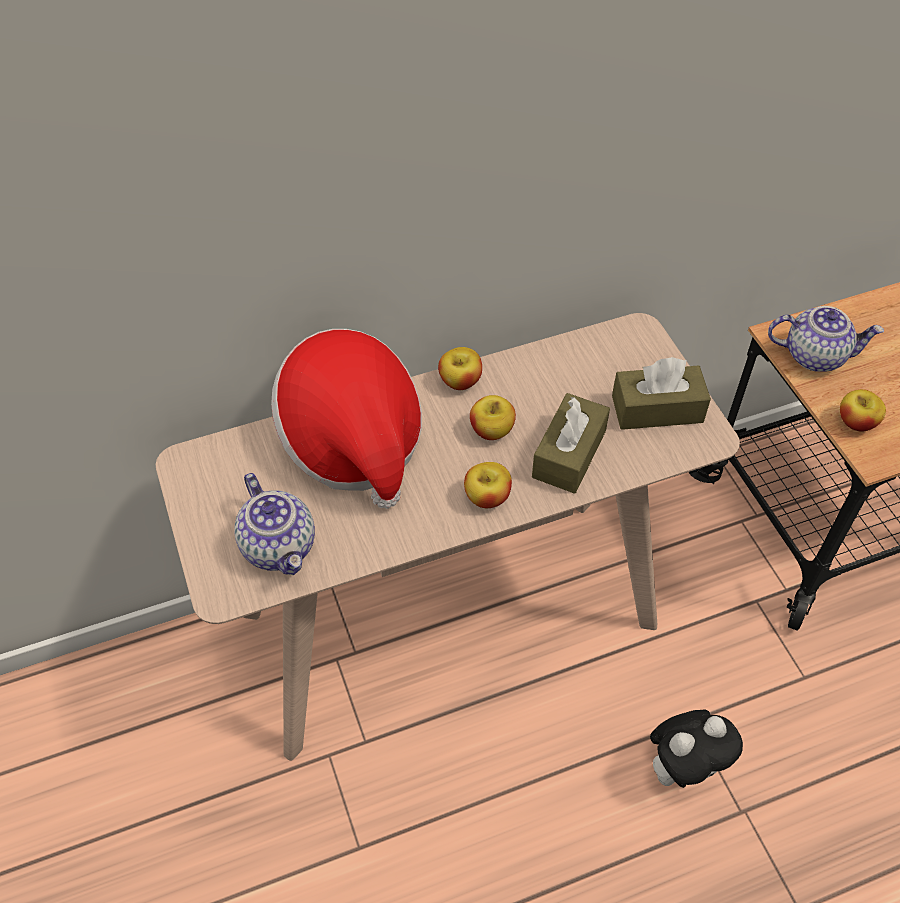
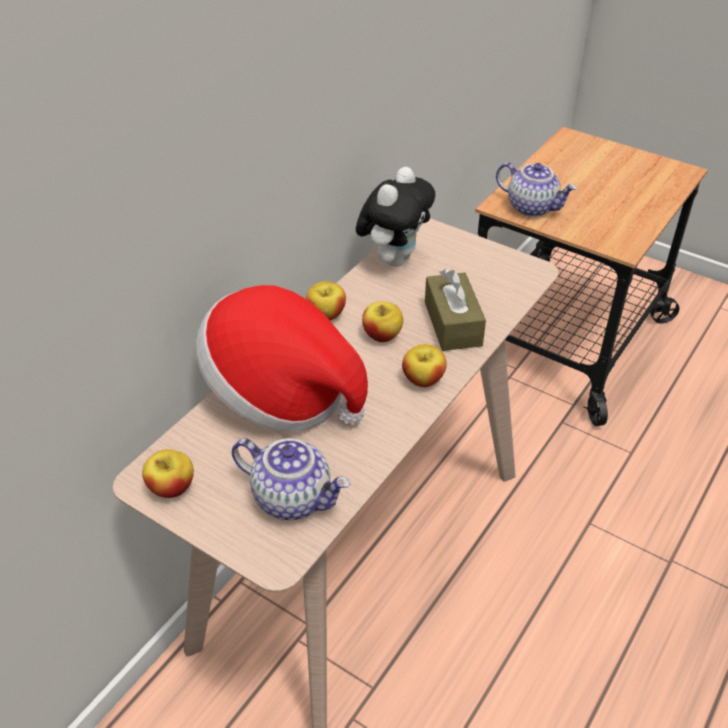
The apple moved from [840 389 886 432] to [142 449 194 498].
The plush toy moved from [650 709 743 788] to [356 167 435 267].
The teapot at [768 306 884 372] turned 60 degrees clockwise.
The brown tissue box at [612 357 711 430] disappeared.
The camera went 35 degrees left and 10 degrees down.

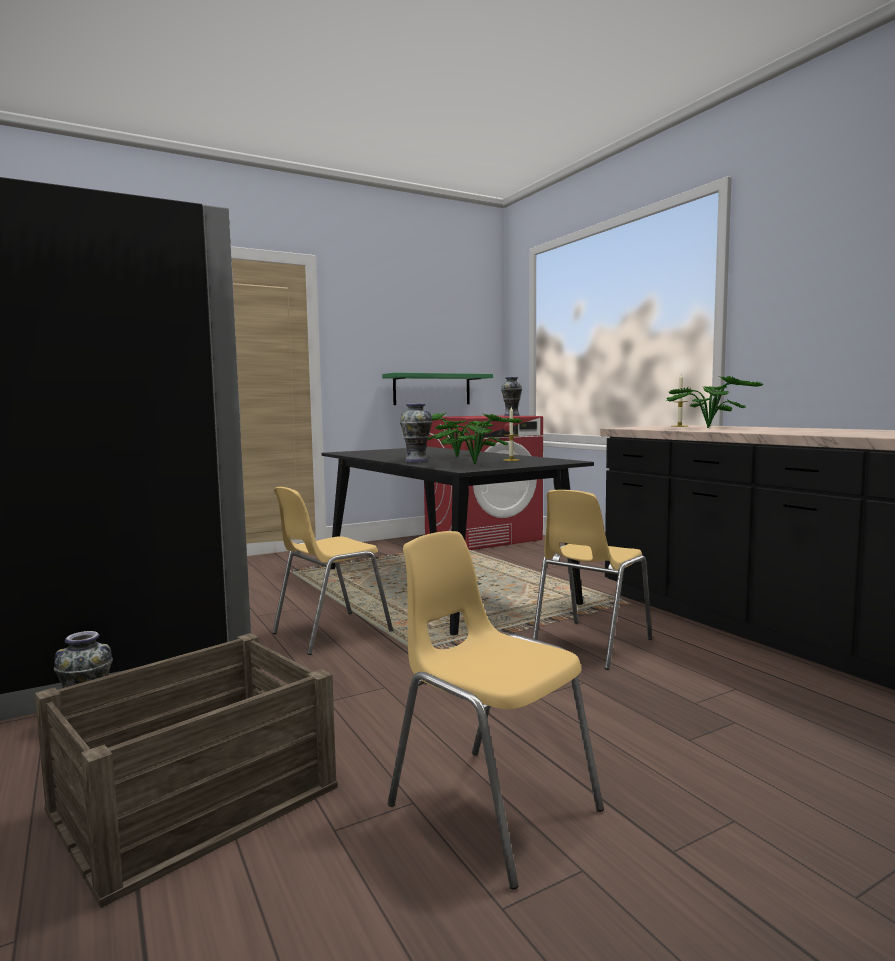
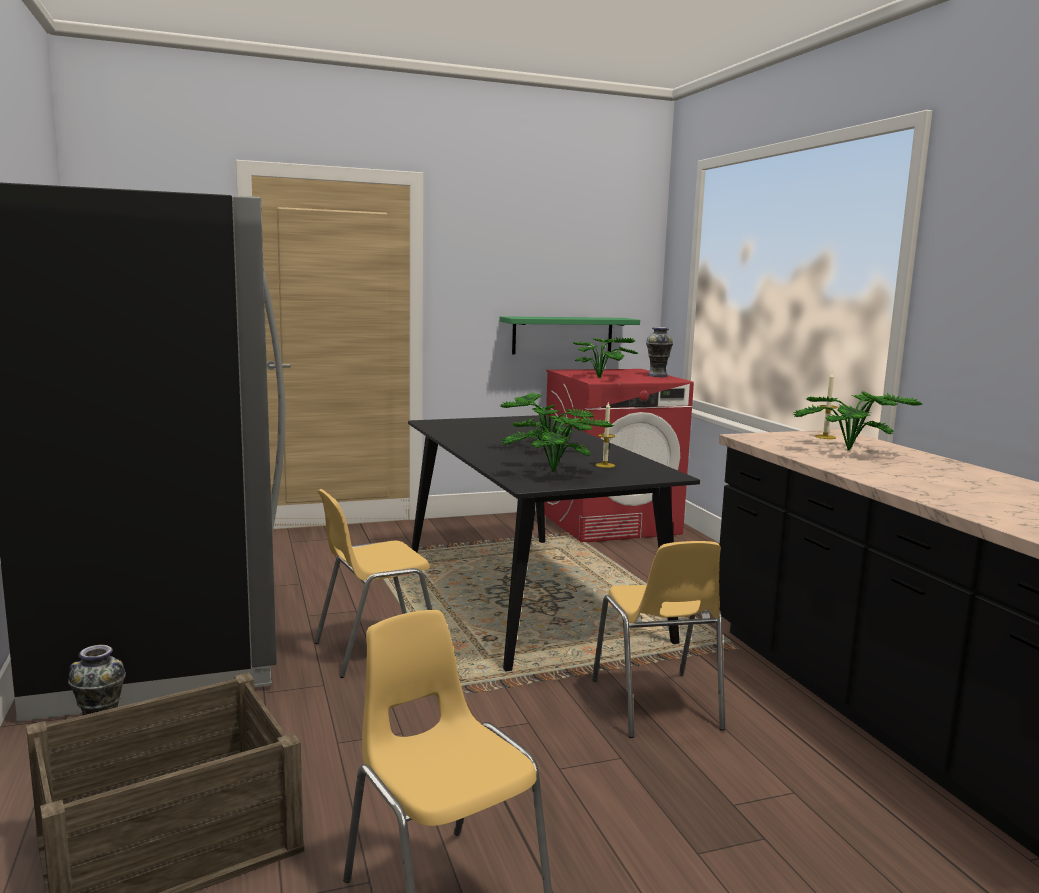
The potted plant at [573 337 638 378] appeared.
The yellow chair at [532 490 652 670] turned 60 degrees counterclockwise.
The vase at [400 403 433 462] disappeared.
The camera went 10 degrees right and 5 degrees up.

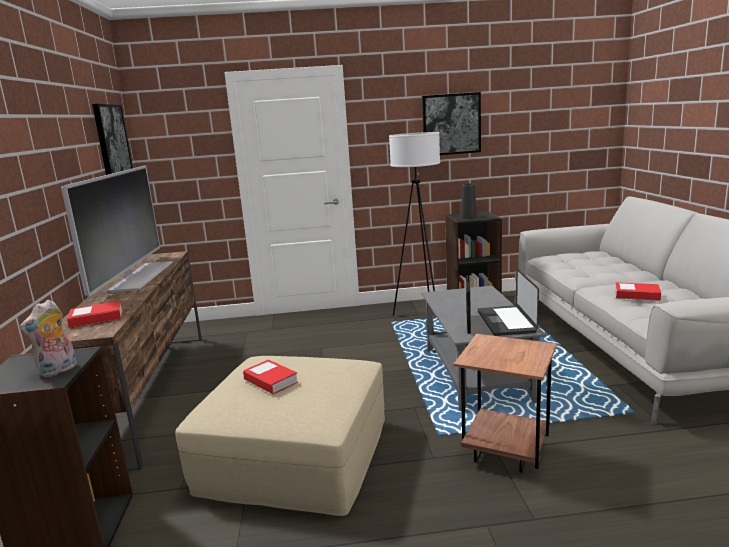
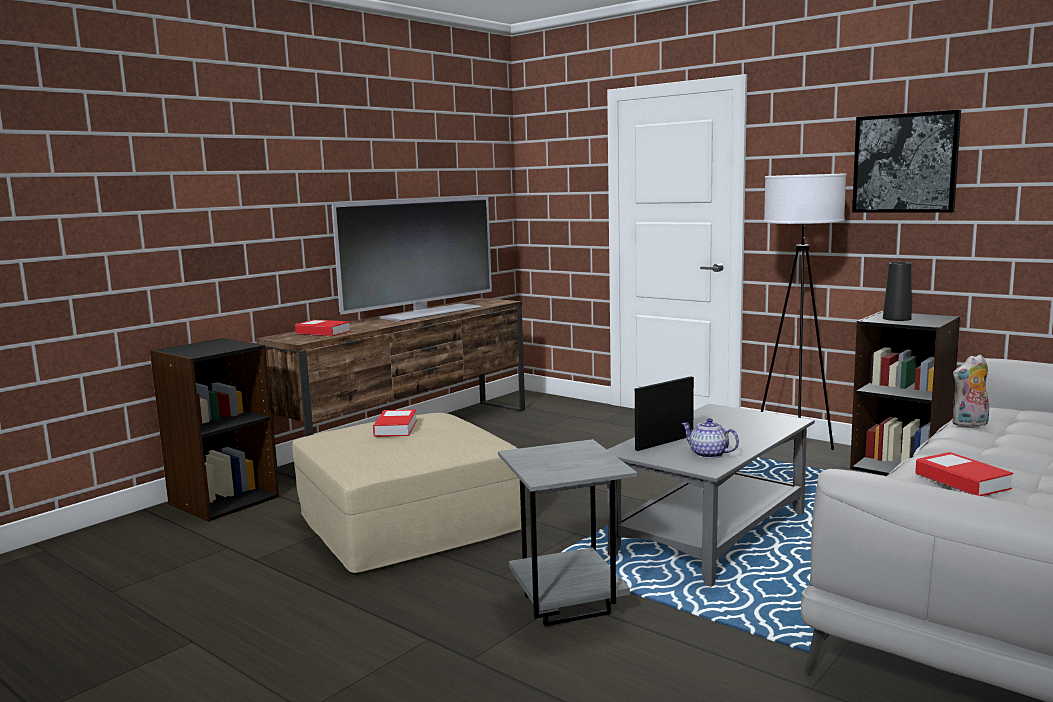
The brown side table at [454 334 557 473] became the grey side table at [498 439 637 627].
The laptop at [478 269 539 336] was replaced by the teapot at [681 418 739 459].
The plush toy moved from [20 300 77 378] to [952 354 989 427].
The picture at [92 104 133 175] disappeared.
The camera went 45 degrees right and 5 degrees down.

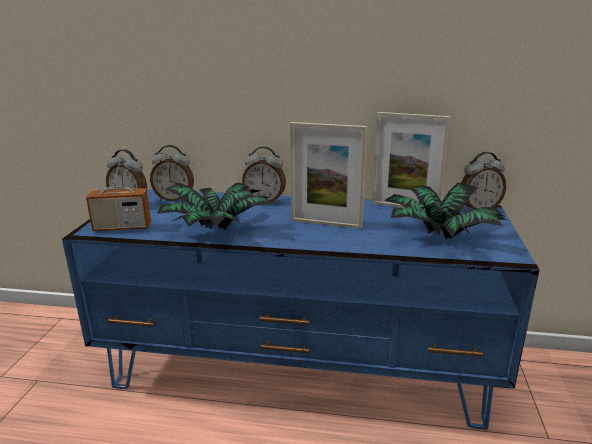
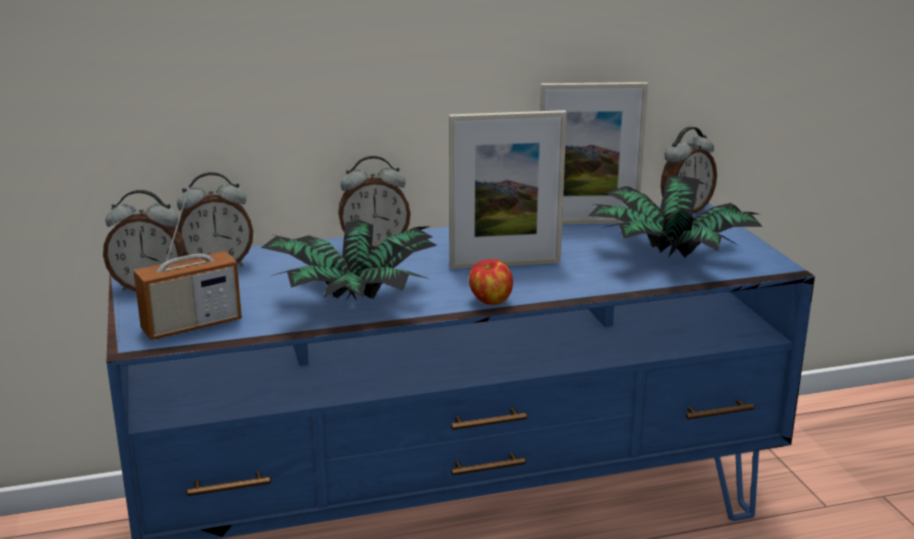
The apple at [469 259 513 305] appeared.
The camera went 25 degrees left and 0 degrees up.

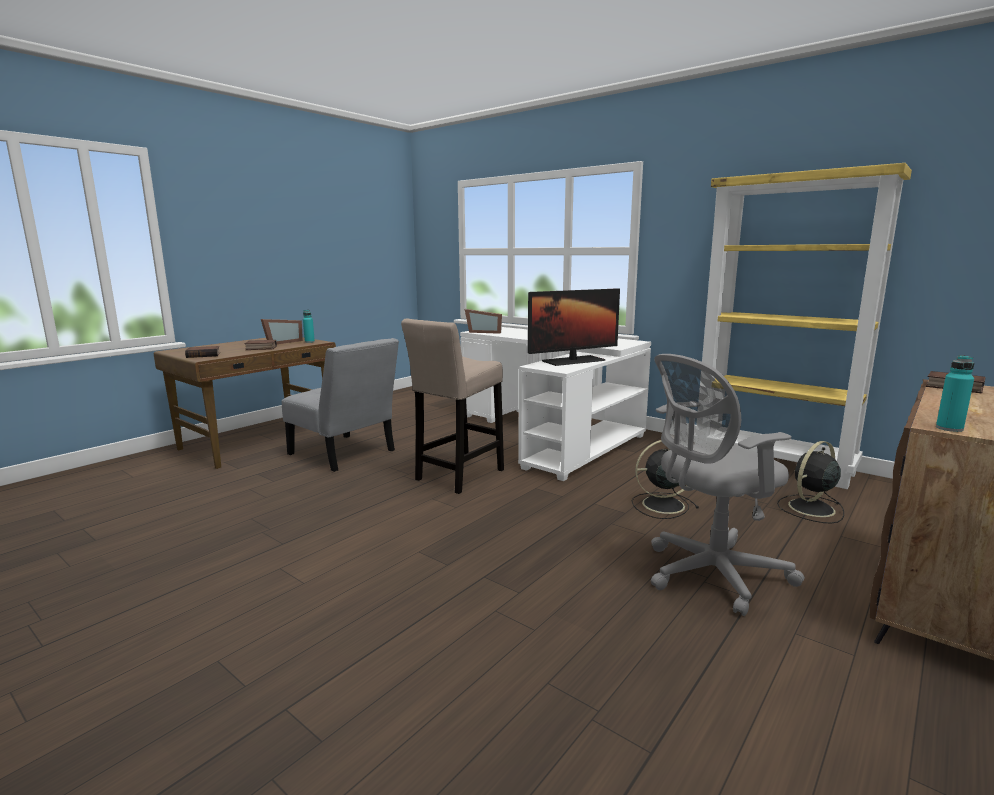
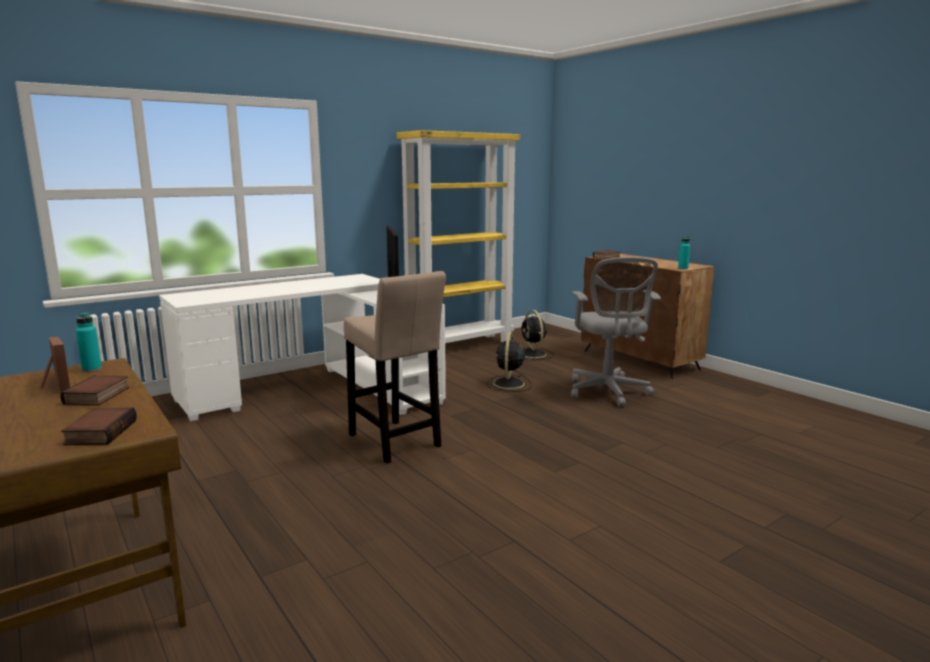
The grey chair at [282 338 399 472] disappeared.
The picture frame at [465 309 502 334] disappeared.
The camera went 75 degrees left and 0 degrees up.

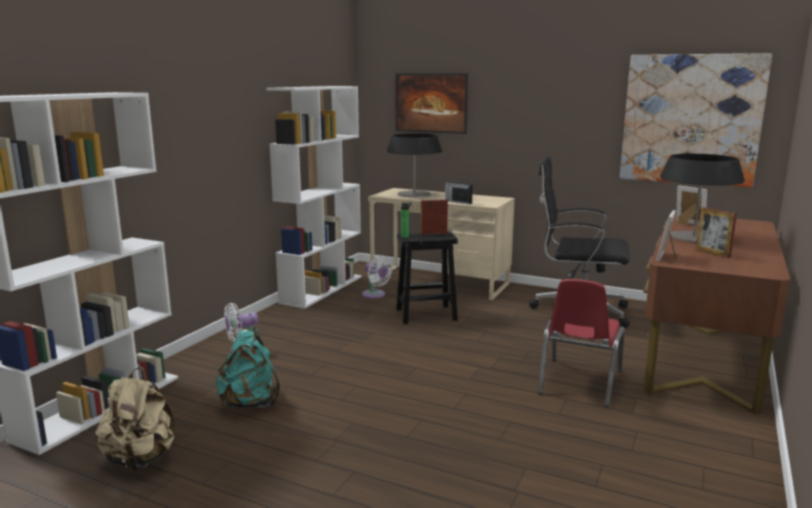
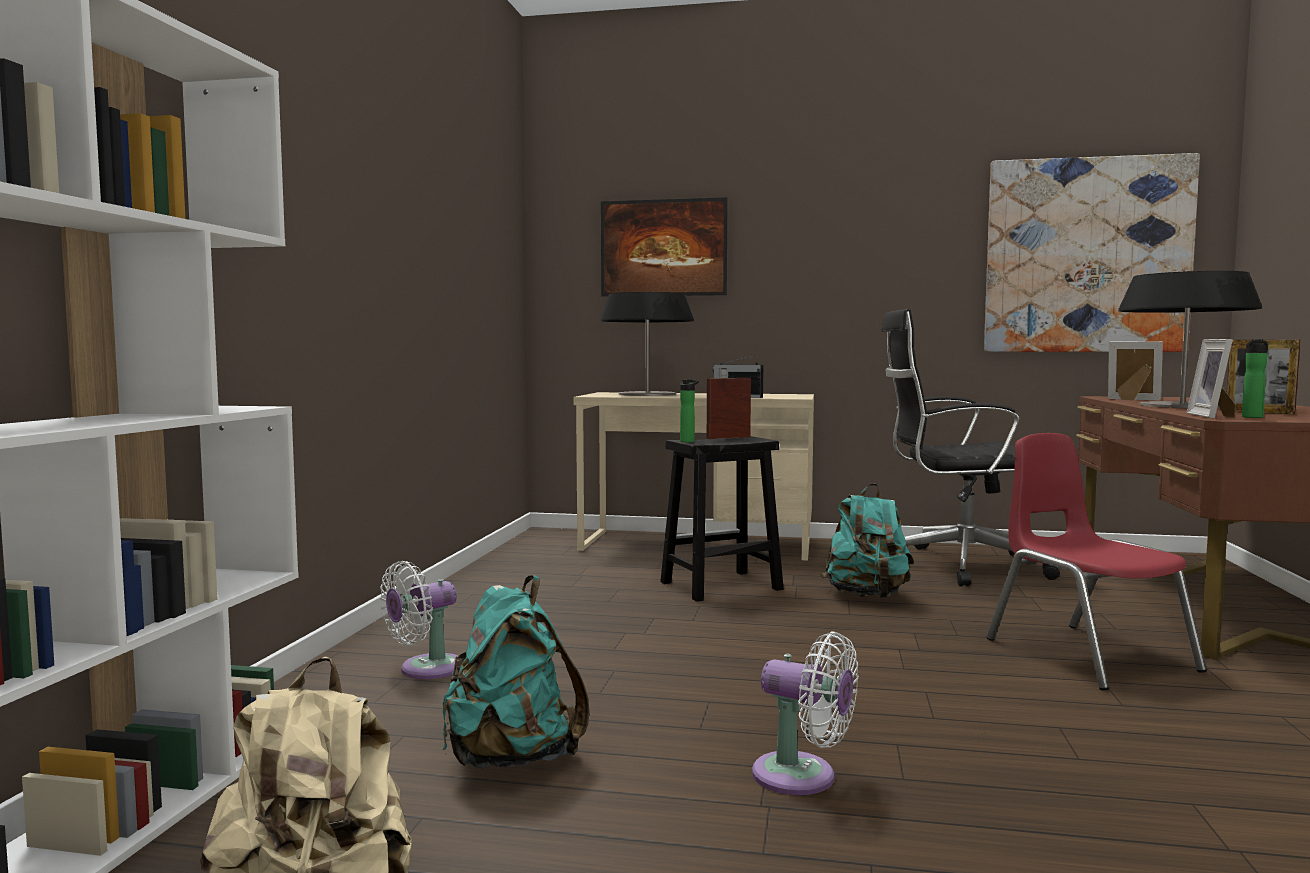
The white fan moved from [362 255 393 299] to [752 631 858 795].
The turquoise backpack at [820 483 914 598] appeared.
The red chair at [538 279 625 407] turned 150 degrees clockwise.
The bottle at [1242 339 1268 418] appeared.
The white bookcase at [266 86 362 309] disappeared.
The camera went 15 degrees left and 10 degrees down.

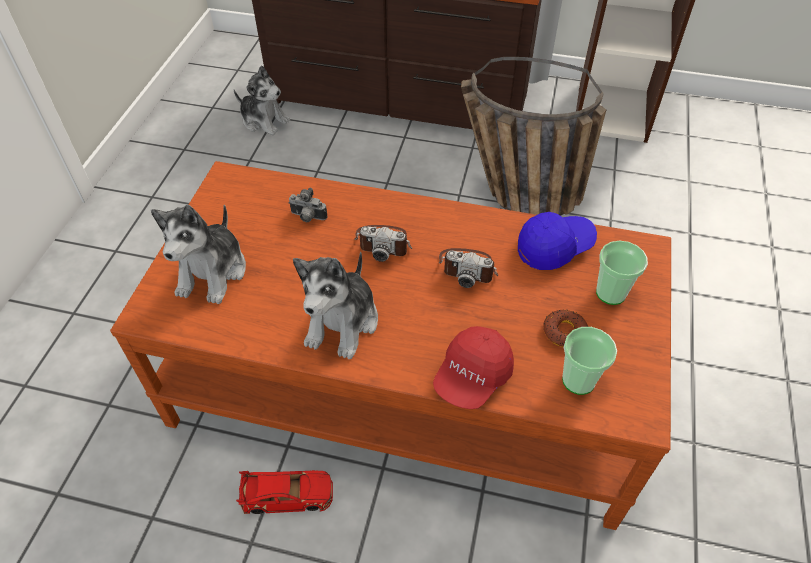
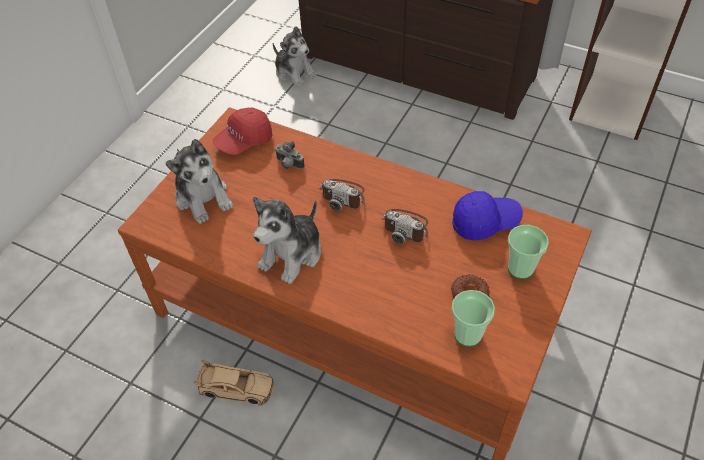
The plush toy at [151 205 246 304] turned 60 degrees counterclockwise.
The red toy car at [236 470 333 514] became the beige toy car at [194 360 274 406].
The red cap moved from [433 326 514 409] to [213 108 272 155].
The basket at [461 57 606 216] disappeared.
The camera went 15 degrees right and 0 degrees up.

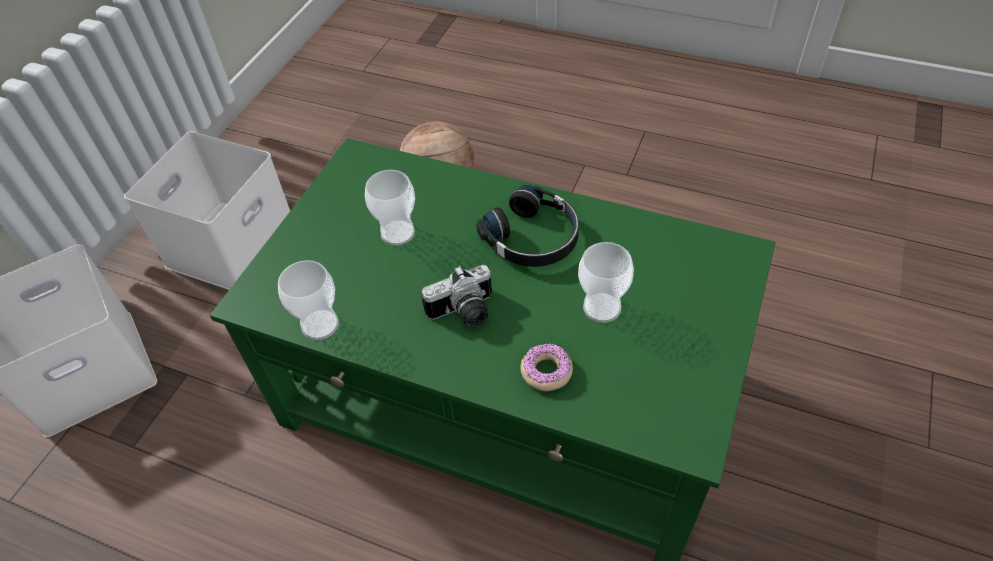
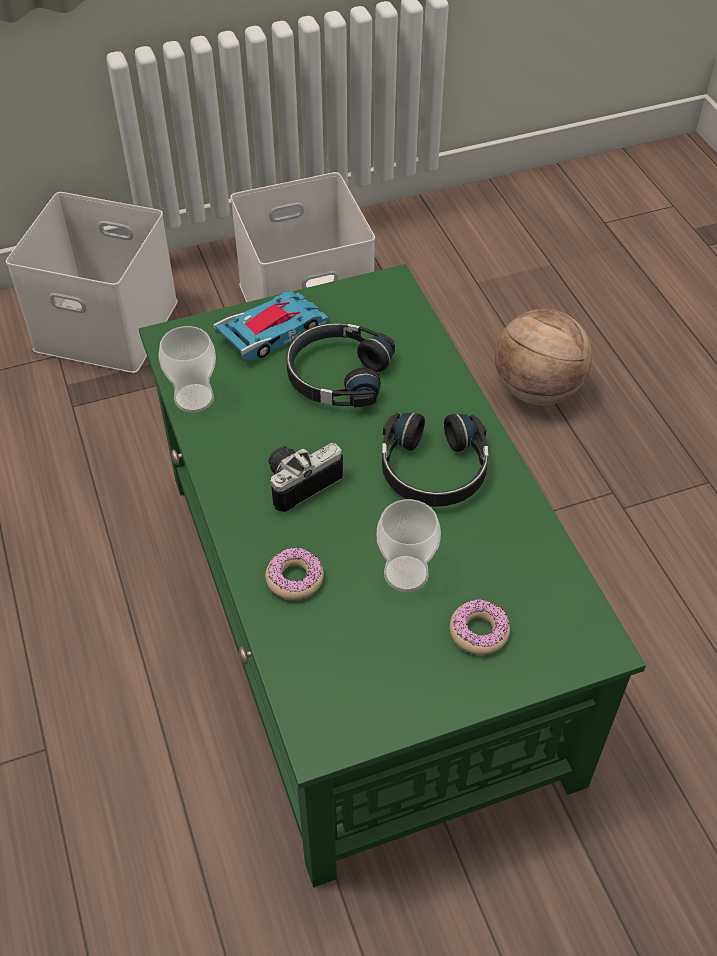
The toy car at [213 291 329 360] appeared.
The photo camera at [421 265 492 327] turned 120 degrees clockwise.
The cup at [365 170 415 245] was replaced by the black headphones at [286 323 395 407].
The donut at [450 599 510 655] appeared.
The camera went 45 degrees right and 0 degrees up.

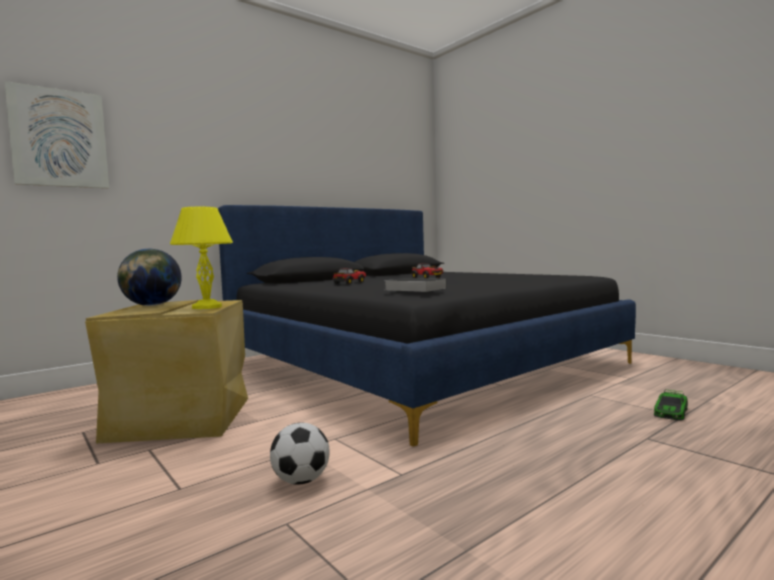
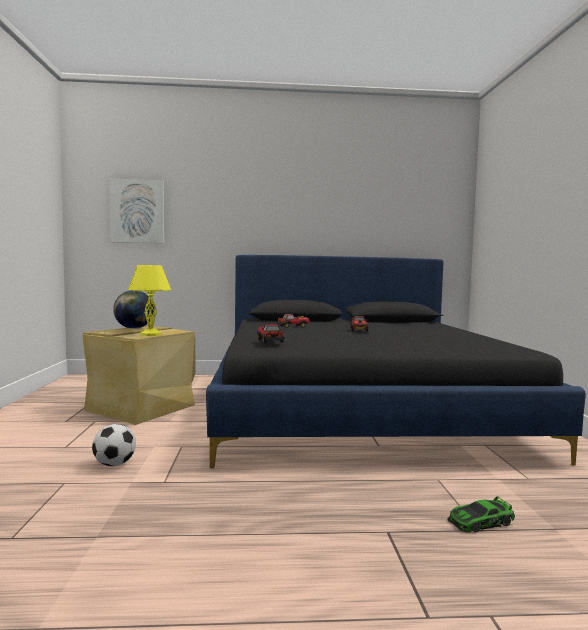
The book at [384 278 447 292] was replaced by the toy car at [257 324 285 343].
The camera went 35 degrees right and 0 degrees up.

